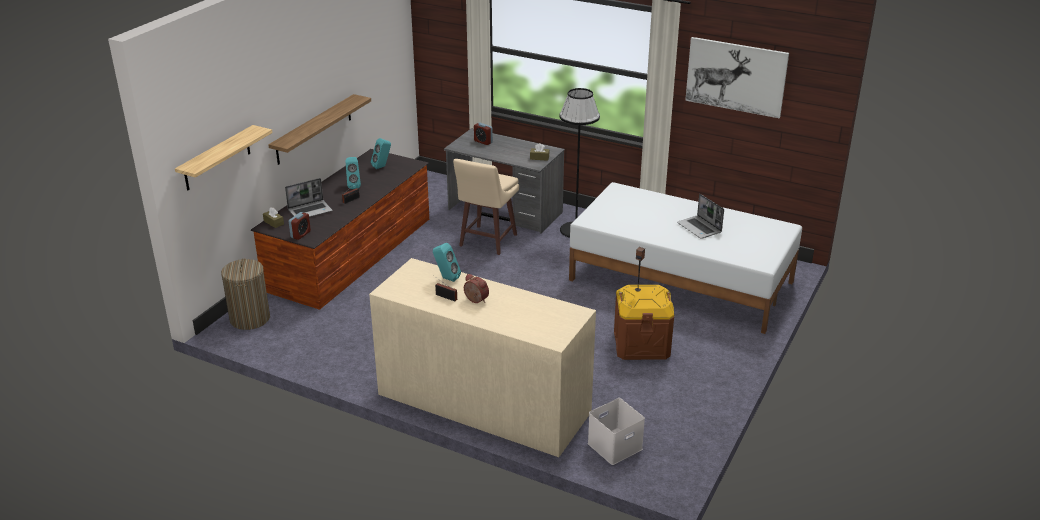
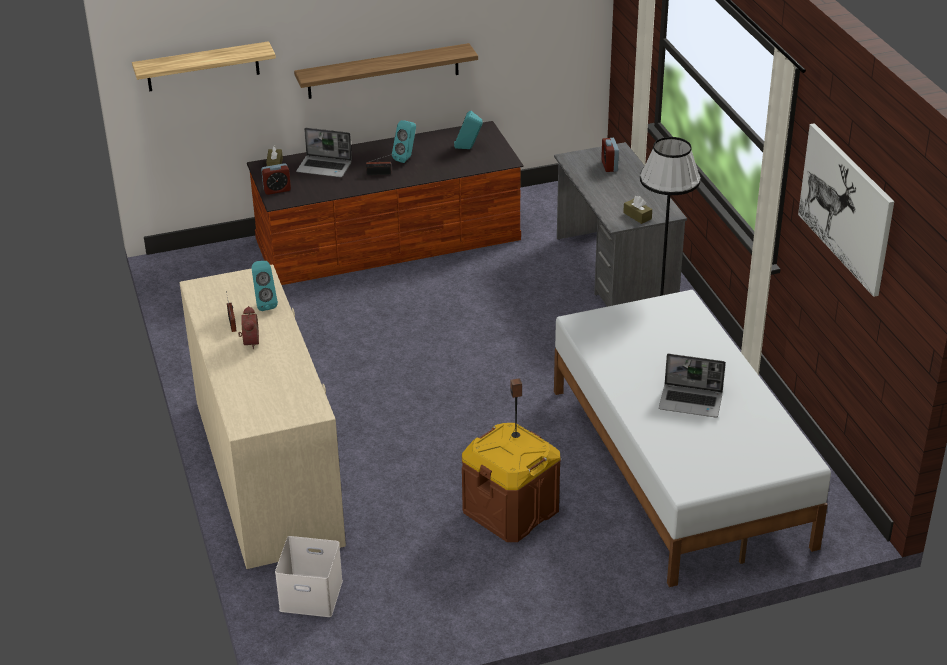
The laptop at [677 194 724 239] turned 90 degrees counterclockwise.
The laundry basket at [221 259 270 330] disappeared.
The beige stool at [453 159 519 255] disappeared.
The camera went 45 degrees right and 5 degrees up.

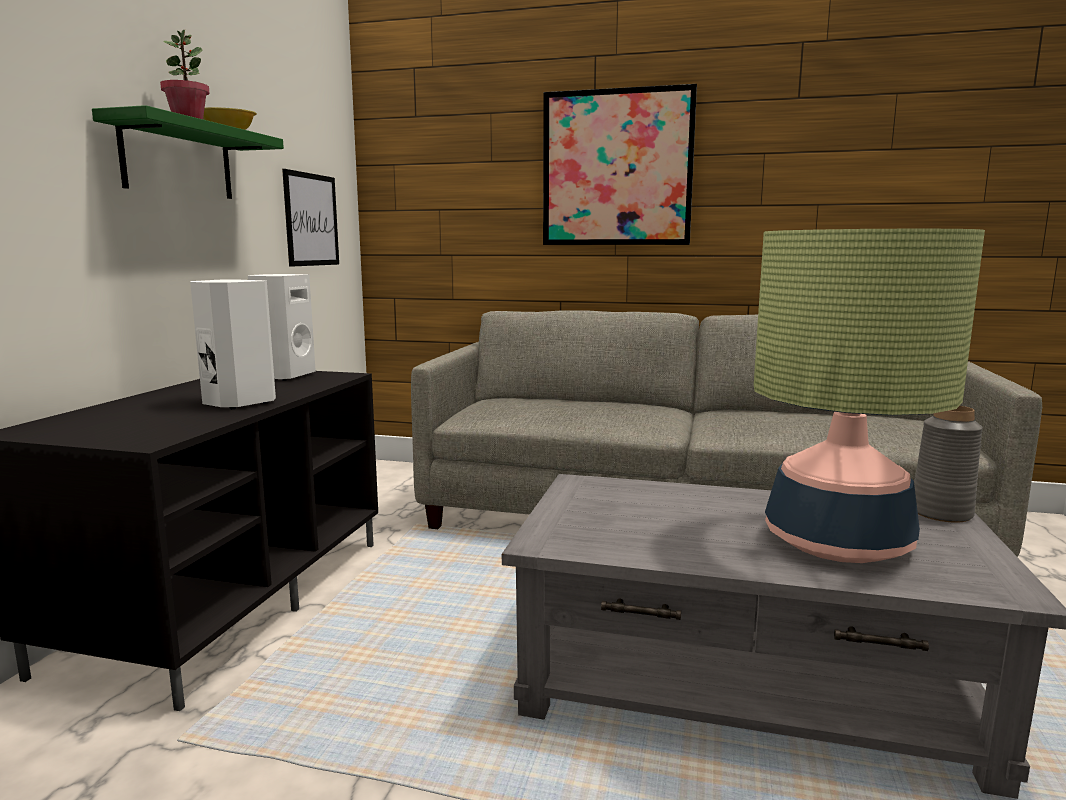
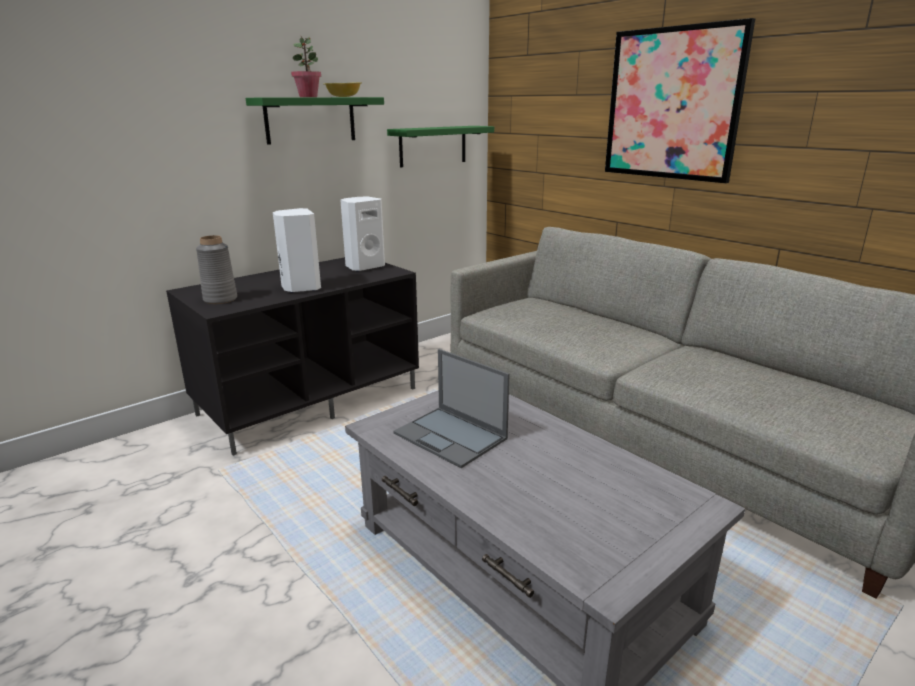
The grey vase moved from [914 406 983 523] to [196 235 237 304].
The picture at [282 169 339 267] was replaced by the green shelf at [387 126 494 168].
The laptop at [393 349 509 468] appeared.
The table lamp at [754 229 985 563] disappeared.
The camera went 35 degrees right and 10 degrees up.

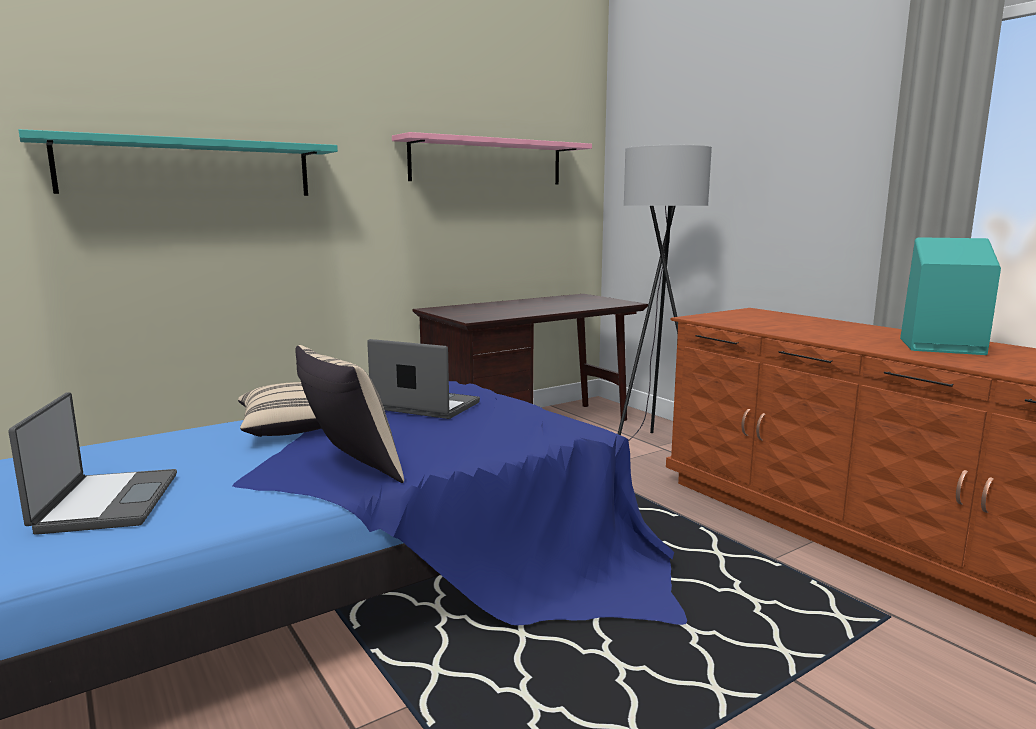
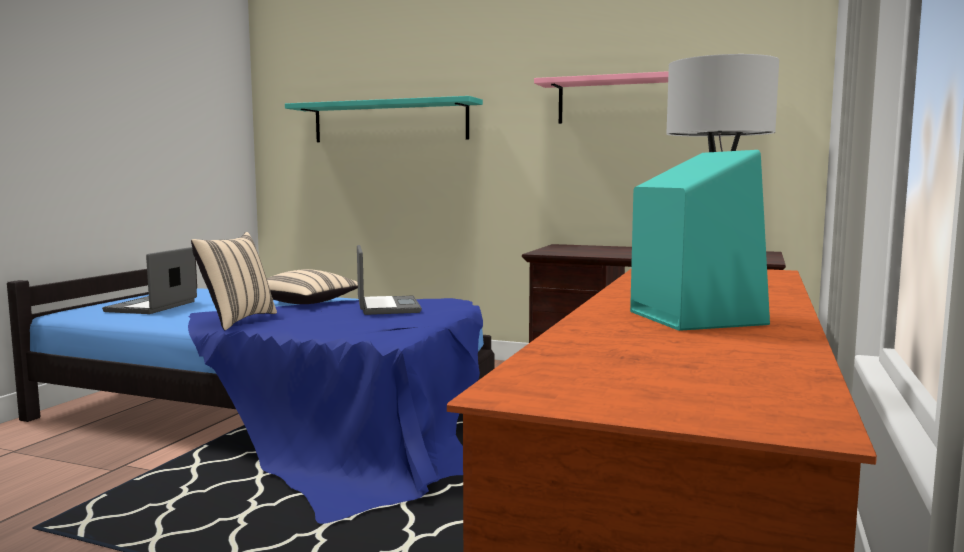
The laptop at [9 392 177 535] turned 150 degrees clockwise.
The camera went 55 degrees right and 5 degrees down.

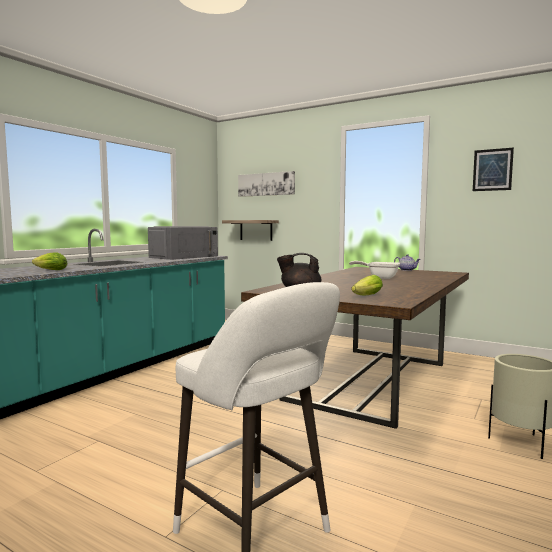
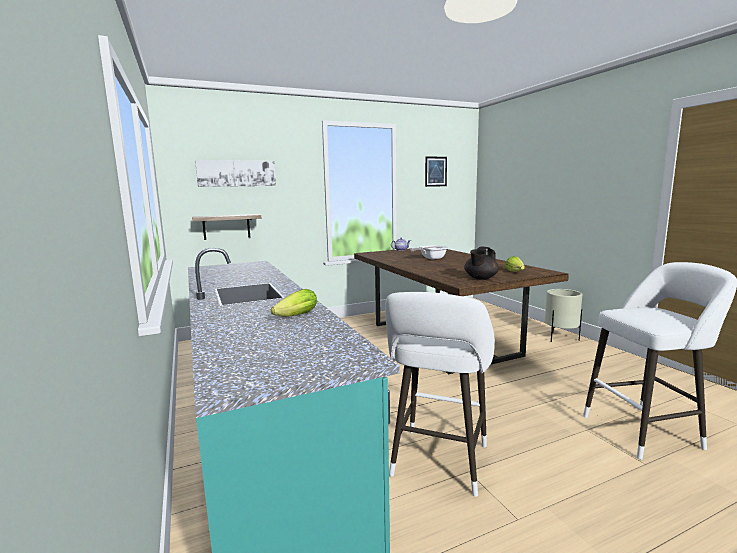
The white stool at [385 292 495 497] appeared.
The grey microwave at [148 226 218 260] disappeared.
The camera went 55 degrees left and 5 degrees up.

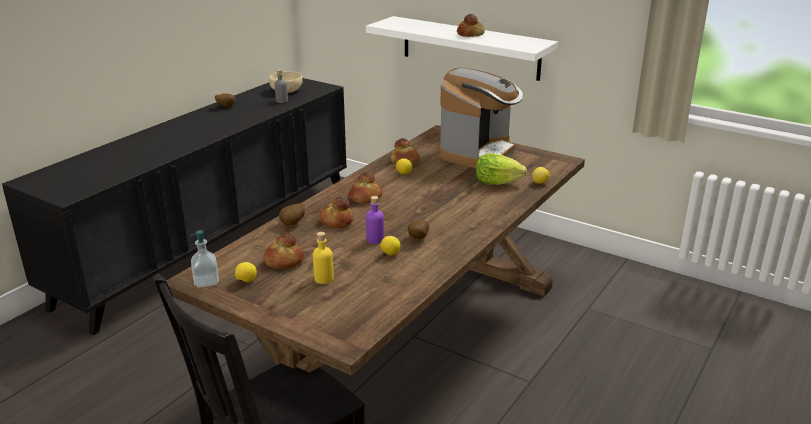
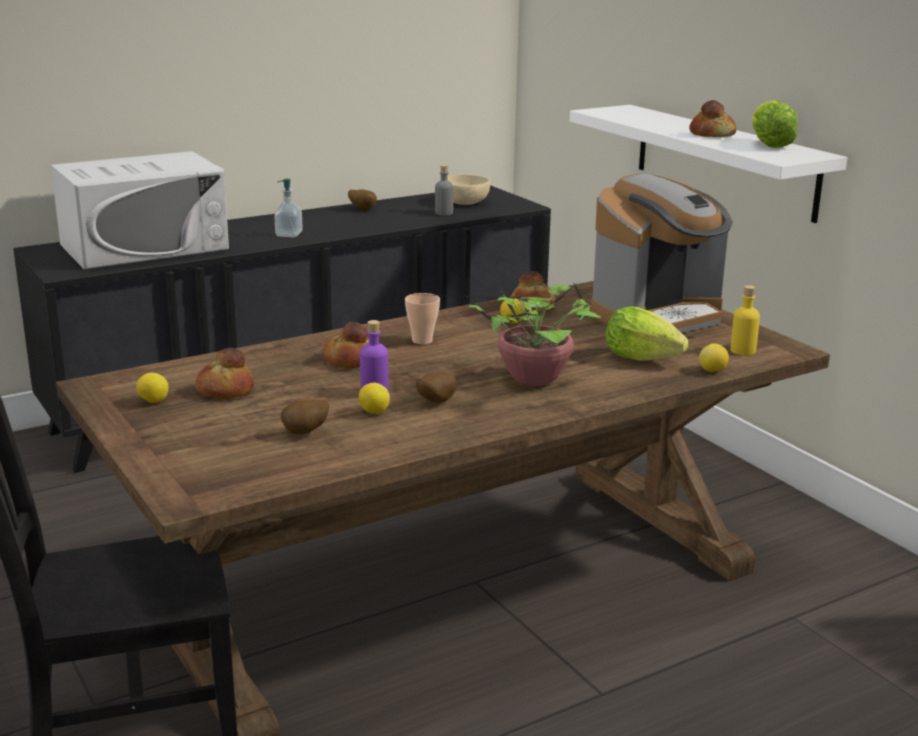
The white microwave at [51 151 229 269] appeared.
The soap dispenser moved from [190 230 219 288] to [274 179 303 237].
The potato moved from [279 203 305 225] to [281 399 329 435].
The bread at [348 172 383 203] was replaced by the cup at [405 293 440 344].
The potted plant at [407 282 601 386] appeared.
The yellow bottle moved from [313 232 334 284] to [730 285 760 355].
The lettuce at [752 100 798 148] appeared.
The camera went 25 degrees right and 5 degrees down.

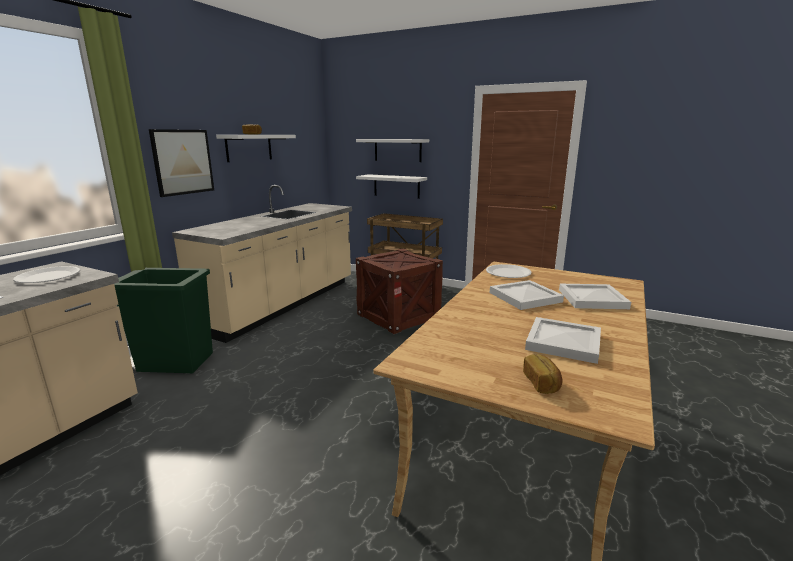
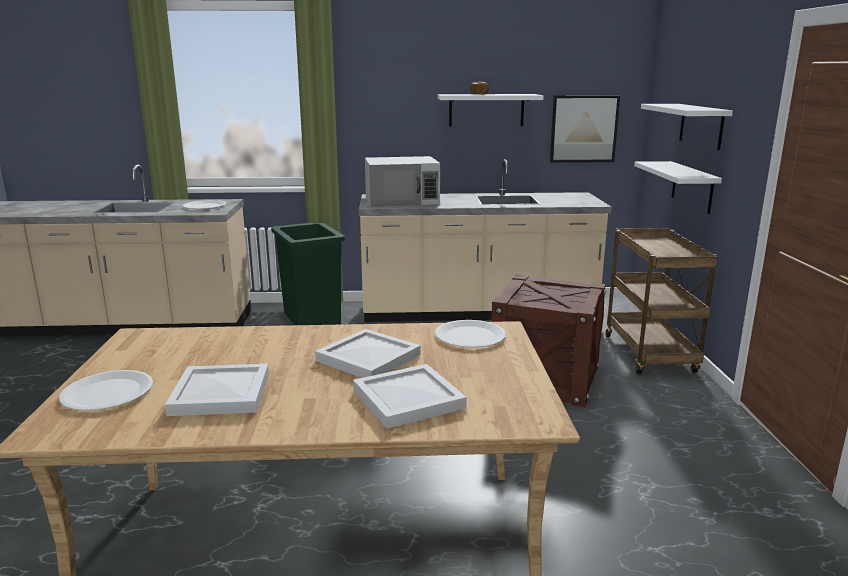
The bread at [523 355 563 394] was replaced by the white plate at [59 370 153 411].
The white microwave at [365 156 440 207] appeared.
The picture moved from [149 129 214 197] to [550 95 620 163].
The camera went 60 degrees right and 0 degrees up.

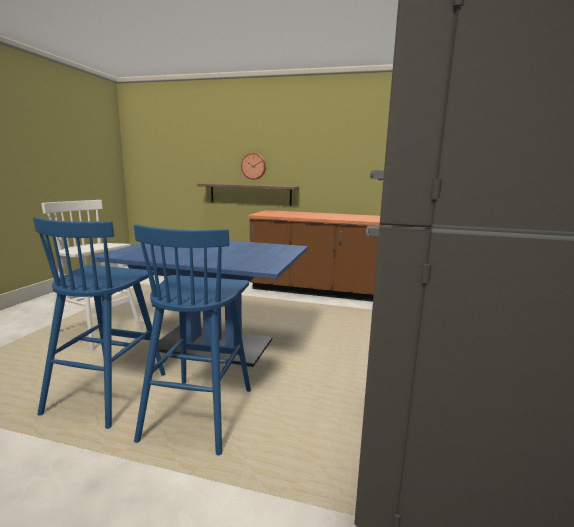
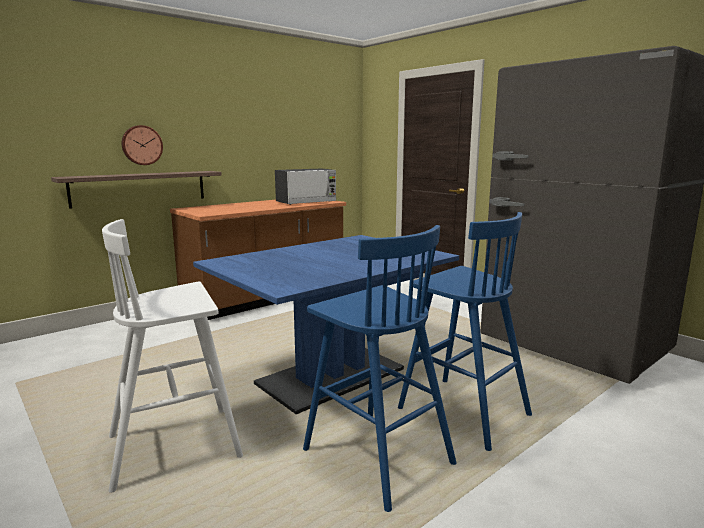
The microwave at [275 168 336 205] appeared.
The camera went 55 degrees left and 0 degrees up.

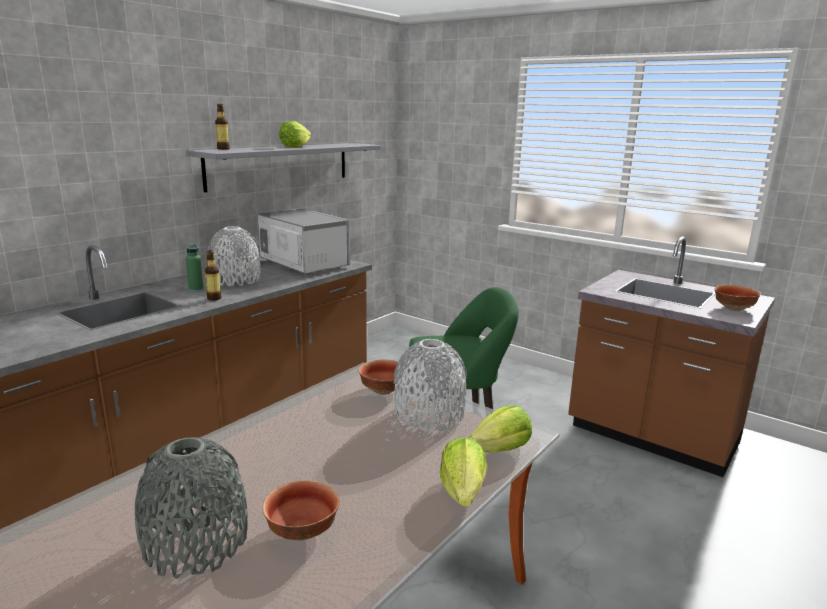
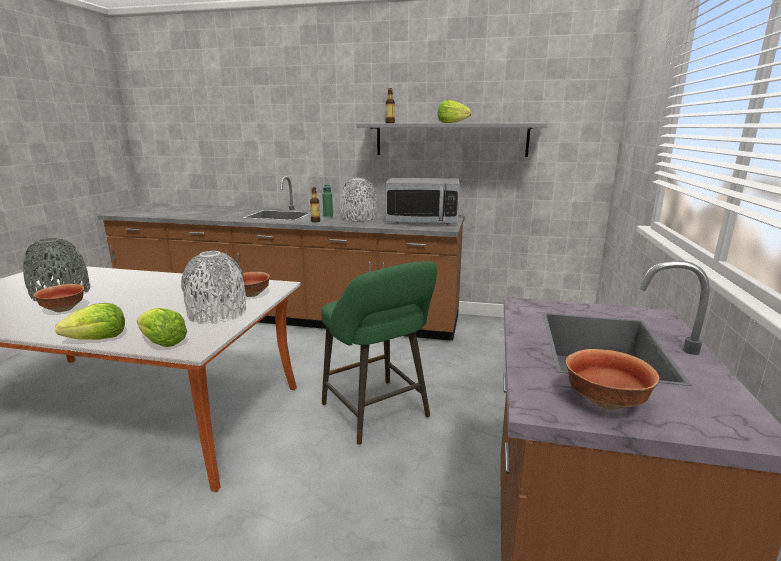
The microwave at [257 209 350 274] turned 75 degrees clockwise.
The camera went 65 degrees right and 0 degrees up.

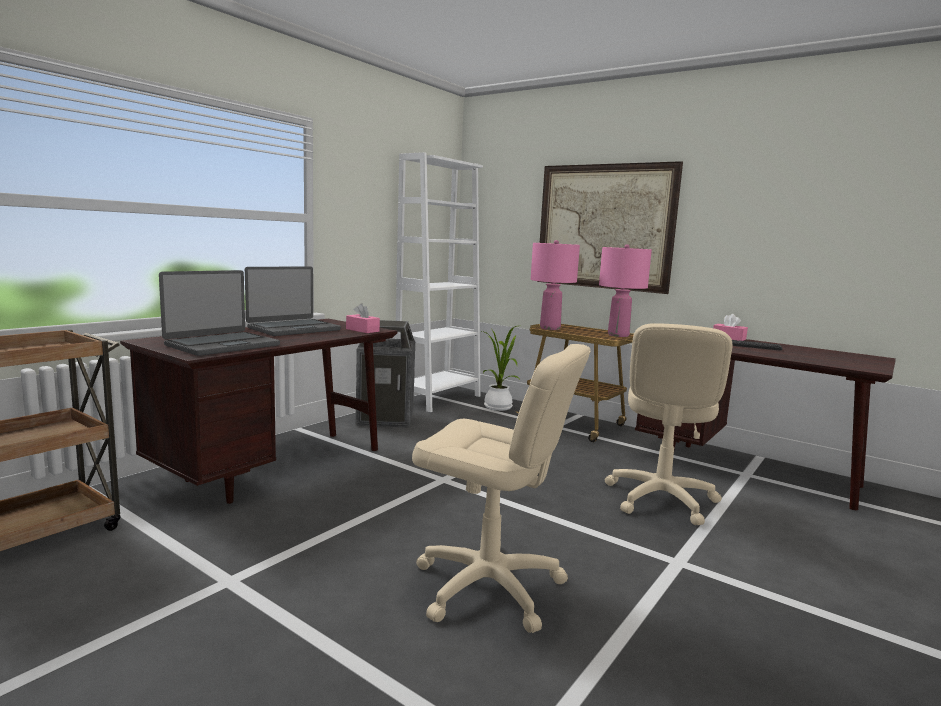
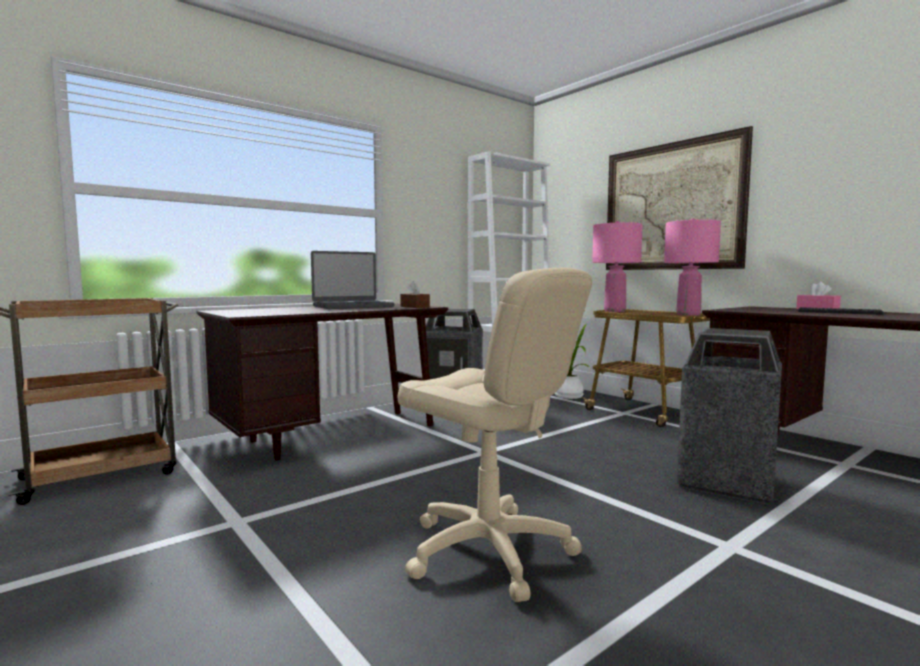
The pink tissue box at [346 303 380 333] became the brown tissue box at [400 281 430 308].
The beige office chair at [605 323 732 525] was replaced by the trash can at [677 328 782 505].
The laptop at [159 270 280 356] disappeared.
The camera went 15 degrees right and 5 degrees down.

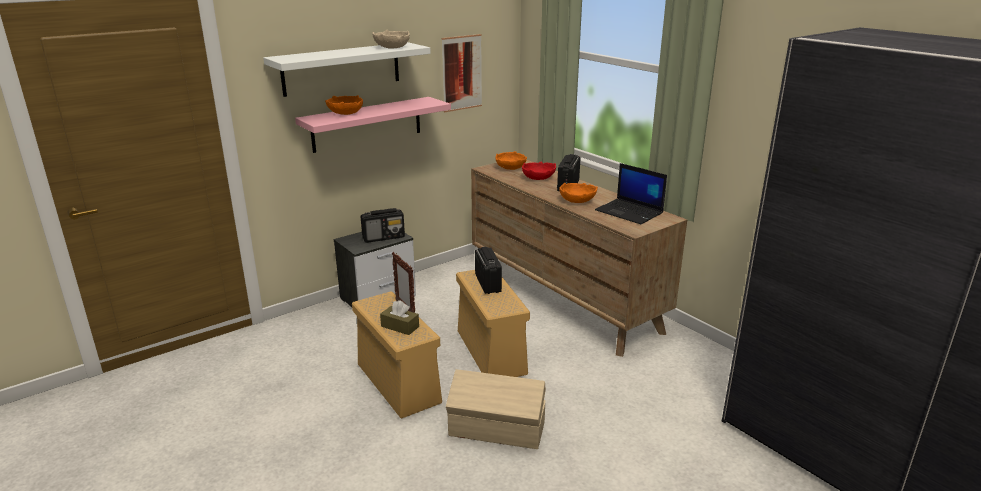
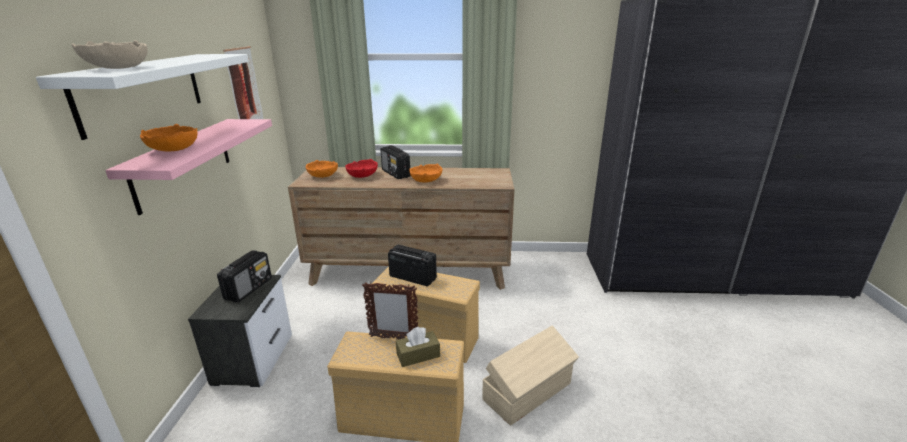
The beige bowl moved from [372 30 410 48] to [72 40 148 69].
The laptop at [595 163 667 224] disappeared.
The camera went 50 degrees left and 0 degrees up.

